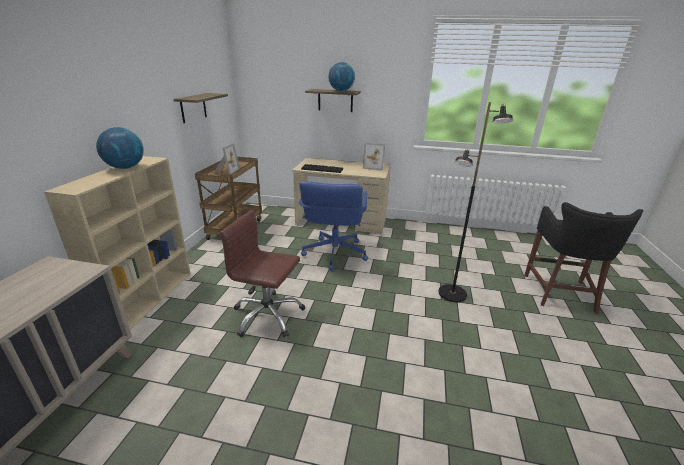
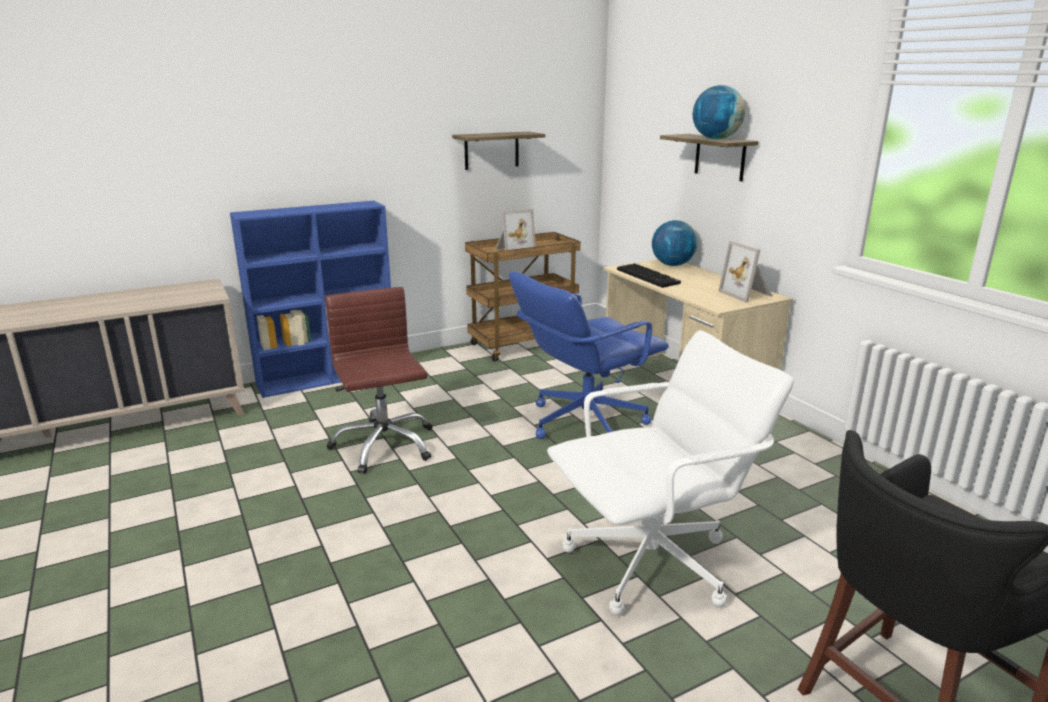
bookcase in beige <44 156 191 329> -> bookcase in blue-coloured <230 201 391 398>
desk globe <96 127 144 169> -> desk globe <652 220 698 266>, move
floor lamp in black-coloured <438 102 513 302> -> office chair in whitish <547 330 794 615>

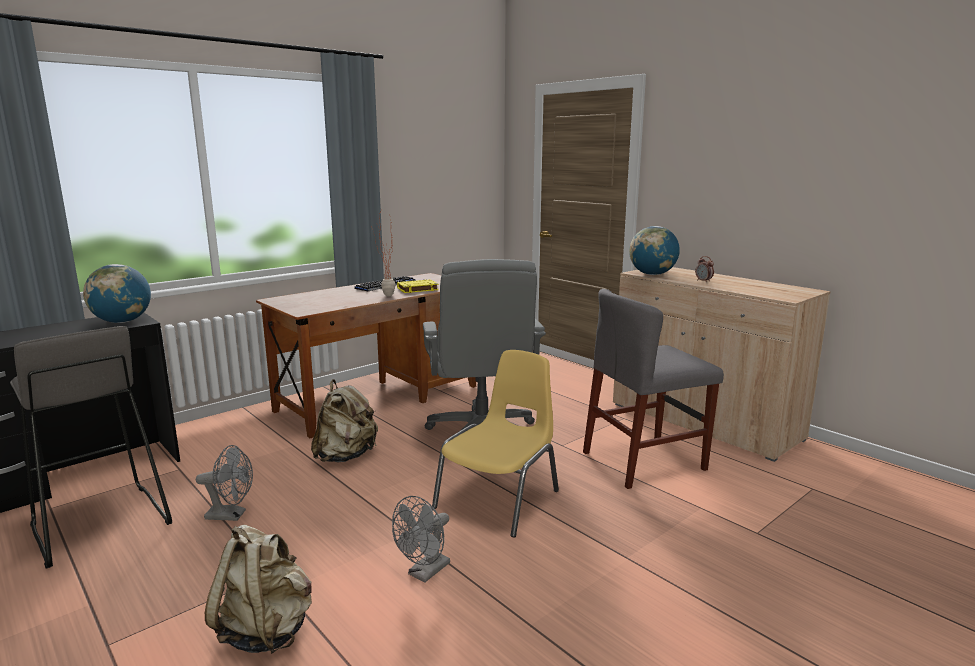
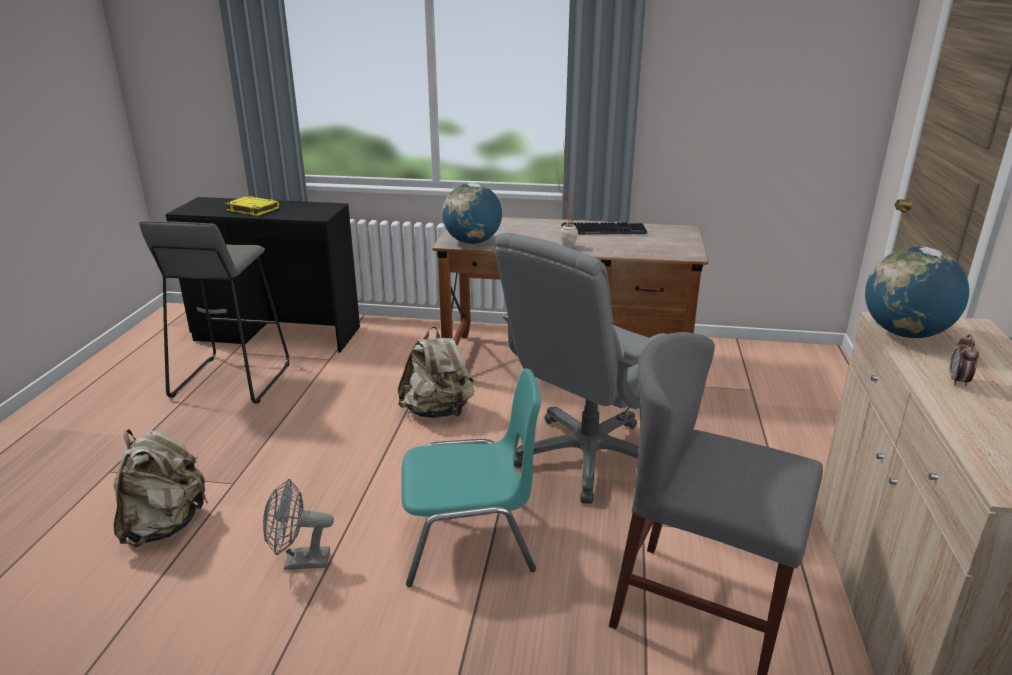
desk globe <83 264 151 323> -> desk globe <442 183 502 244>, move
cooling fan in greyish <196 445 253 521> -> none
volume in yellowish <397 279 439 293> -> volume in yellowish <226 196 279 216>, move
upright chair in yellowish <432 350 559 537> -> upright chair in blue-green <401 368 541 587>

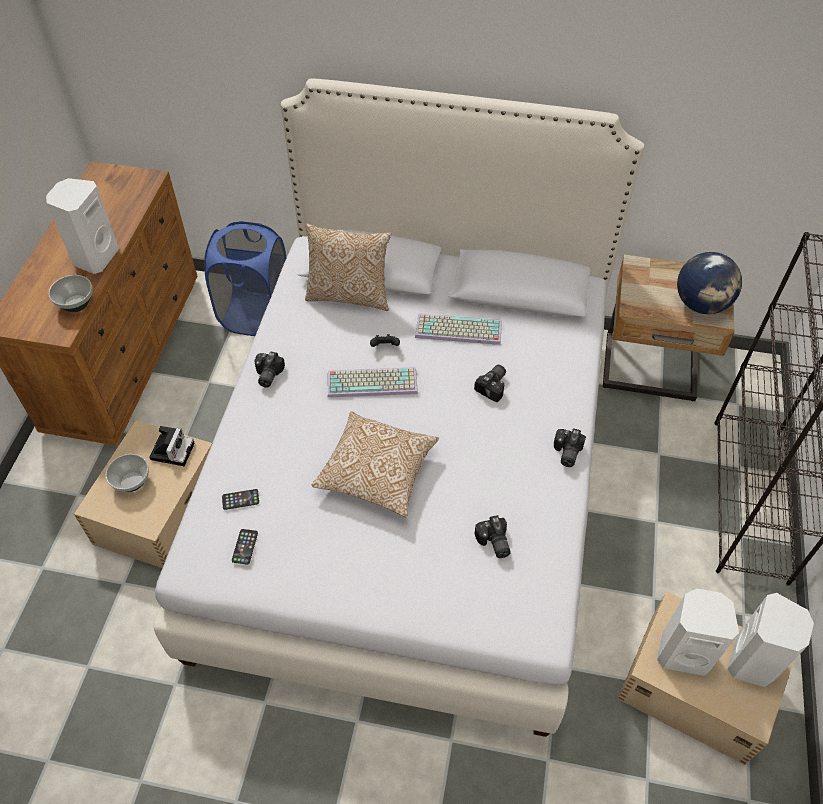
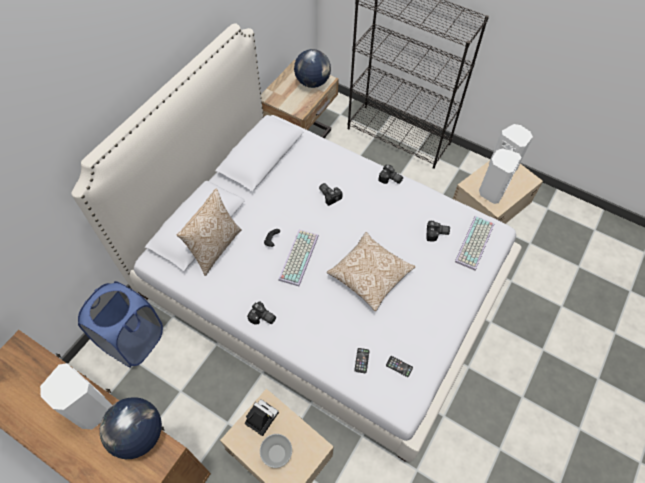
serving bowl <48 275 93 312> -> desk globe <100 397 162 459>
keyboard <415 313 502 345> -> keyboard <455 216 495 270>, move

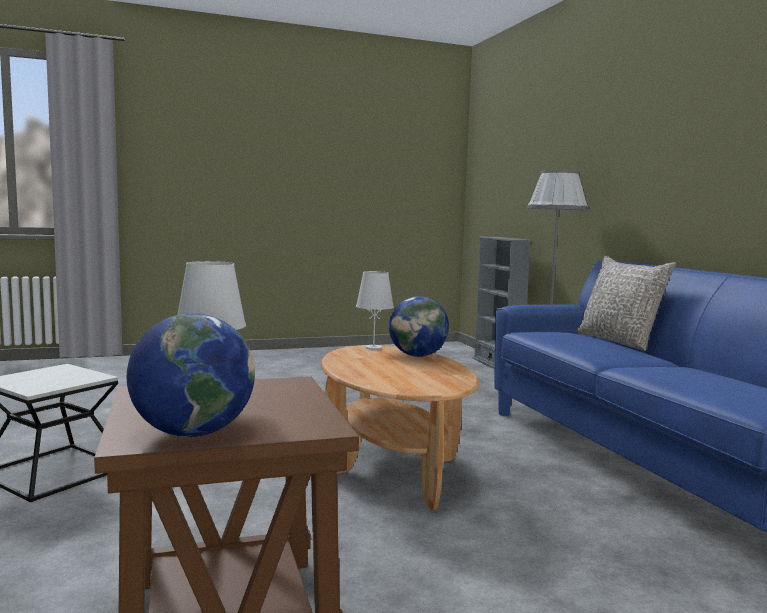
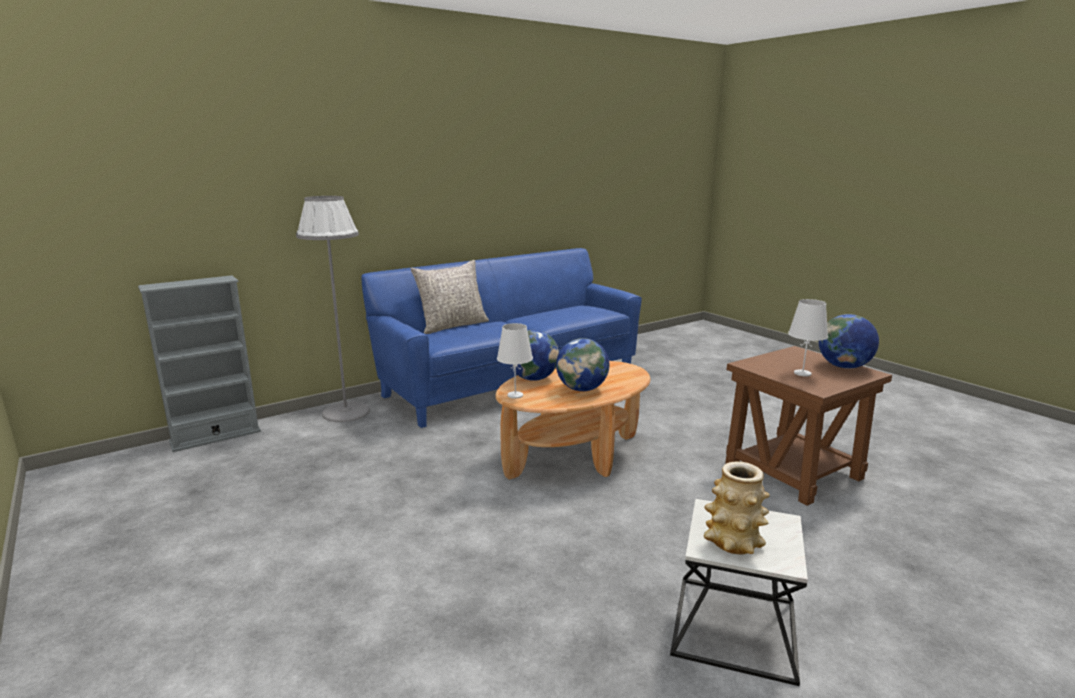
none -> desk globe <556 338 609 391>
none -> decorative vase <704 462 770 554>

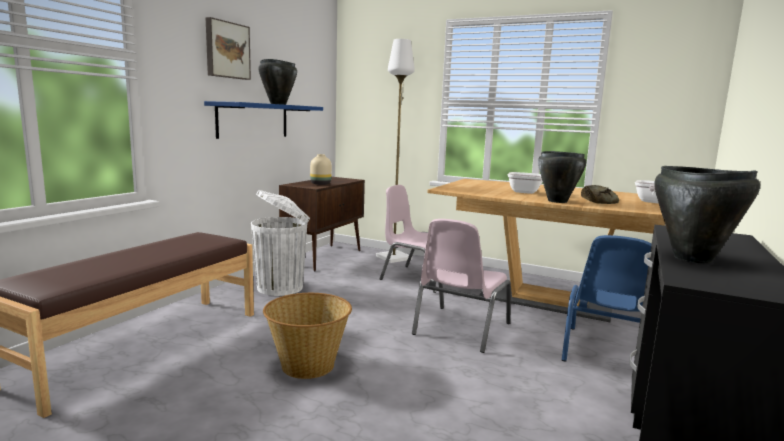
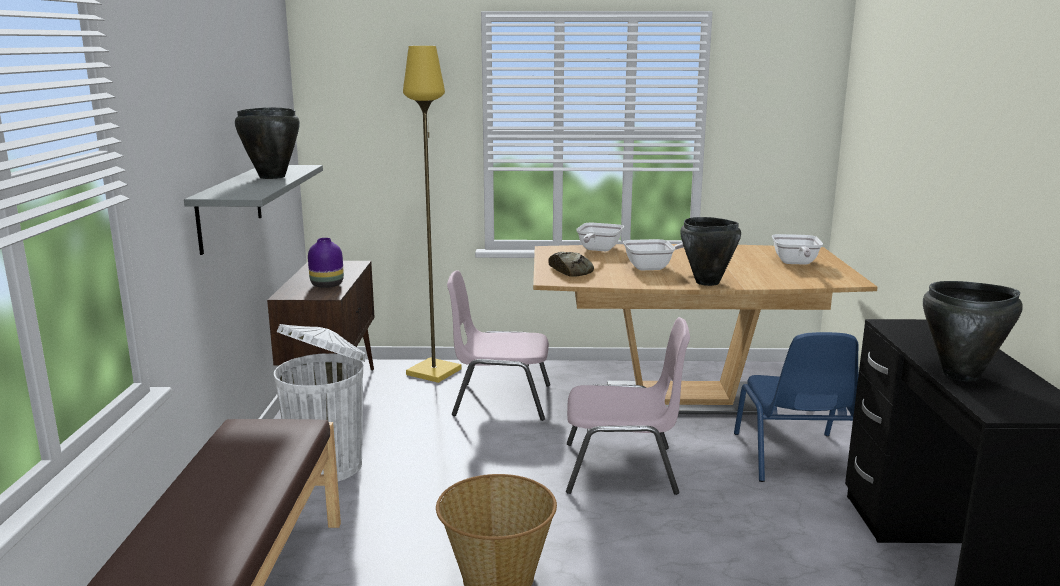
wall shelf in blue-coloured <204 101 323 139> -> wall shelf in greyish <184 165 323 255>
wall picture <206 17 251 80> -> none
decorative vase in beige <310 154 332 185> -> decorative vase in purple <308 238 344 288>
floor lamp in whitish <376 39 415 263> -> floor lamp in yellowish <403 46 462 383>
upright chair in pink <412 219 511 353> -> upright chair in pink <566 317 690 495>, 90 degrees counterclockwise
baked bread <581 185 619 204> -> baked bread <548 252 594 277>, move
none -> pan <576 223 624 251>

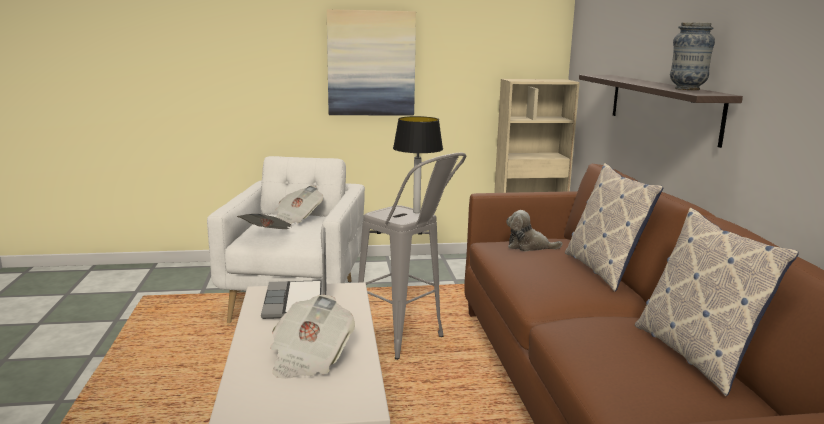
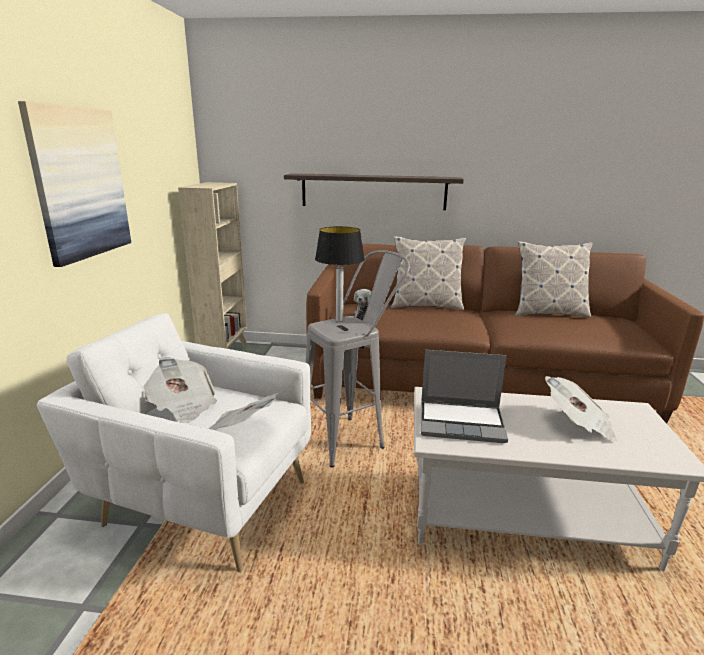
decorative vase <670 22 715 90> -> none

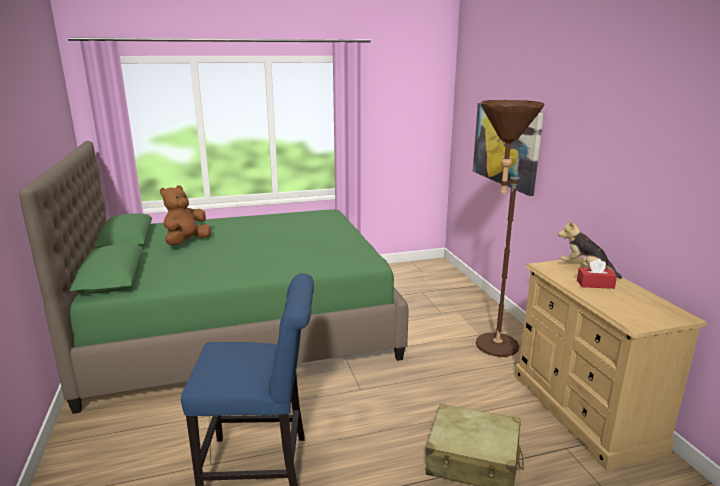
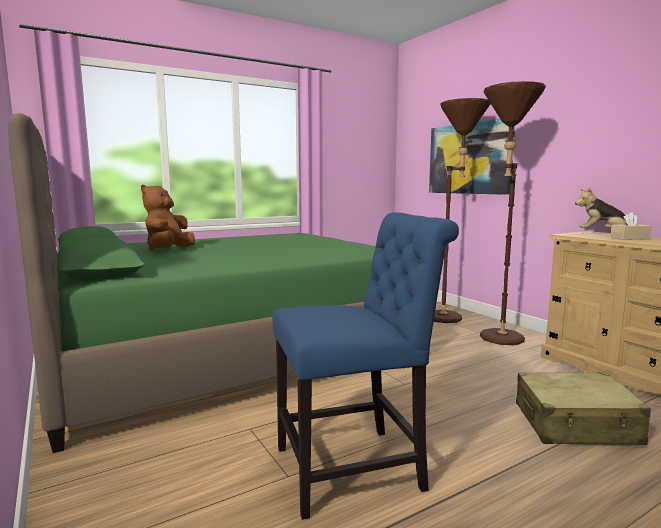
tissue holder in reddish <577 259 617 289> -> tissue holder in beige <611 212 652 240>
none -> floor lamp in brown <434 98 491 323>

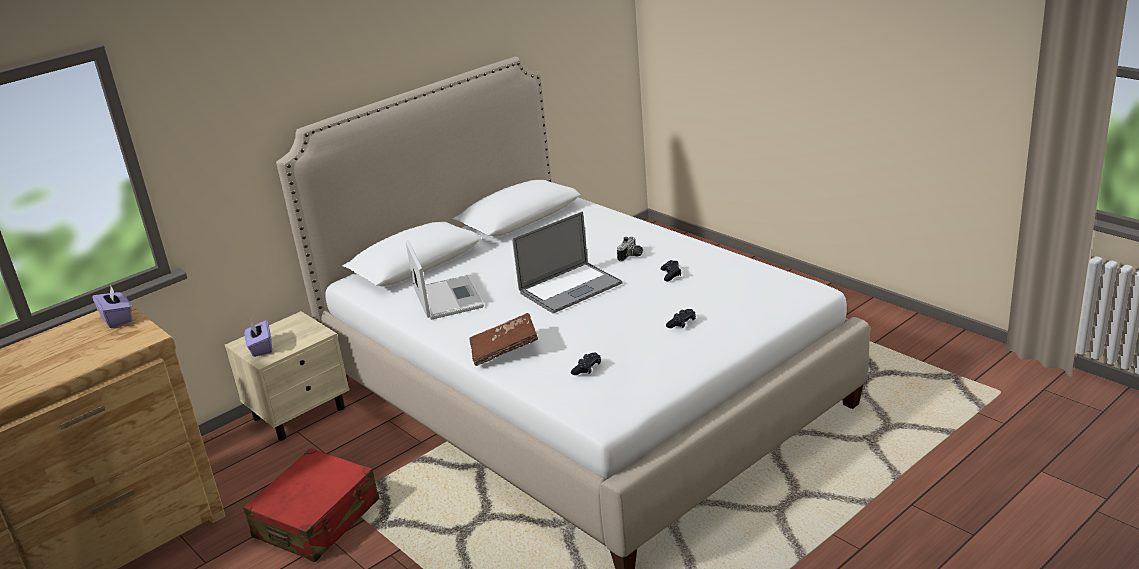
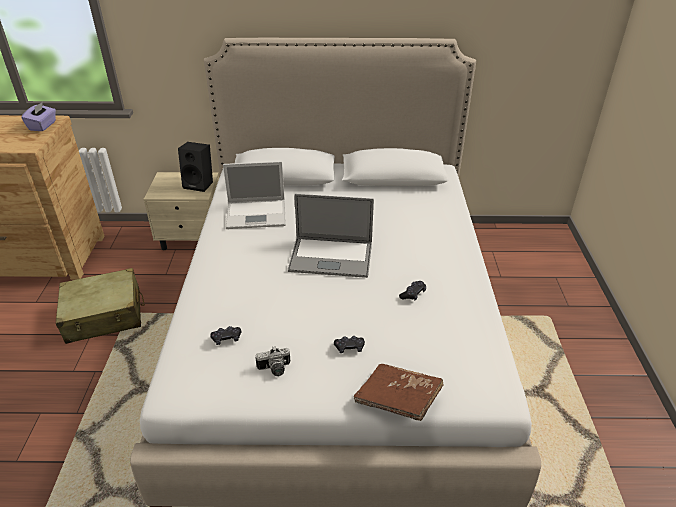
travel case in reddish <243 448 380 562> -> travel case in beige <56 268 145 344>
tissue holder in purple <245 320 272 357> -> none
portable computer <406 240 484 320> -> portable computer <223 161 286 229>, 60 degrees clockwise
volume in brown <469 313 538 366> -> volume in brown <354 364 444 421>, move
photo camera <617 236 643 262> -> photo camera <255 346 290 376>, move
none -> audio speaker in black-coloured <178 142 213 192>

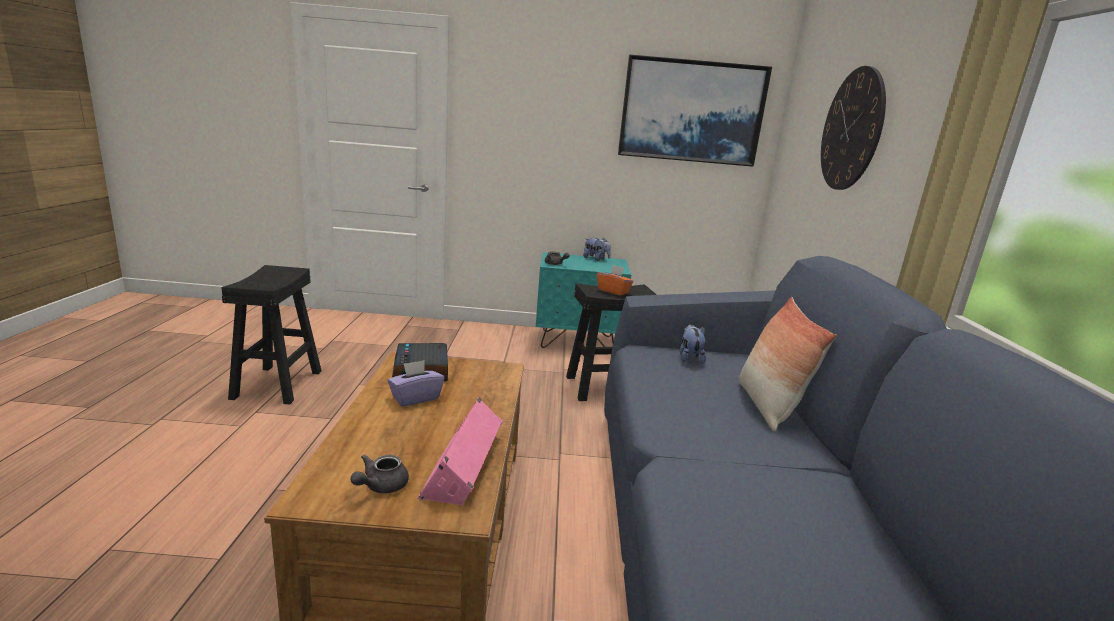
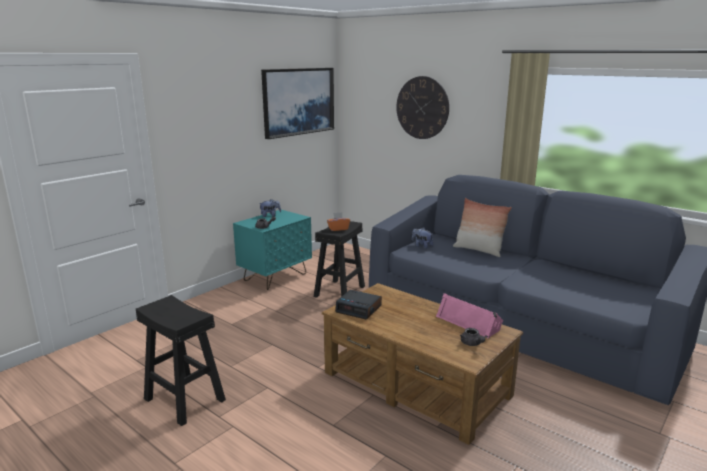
tissue holder in purple <388 360 444 407> -> none

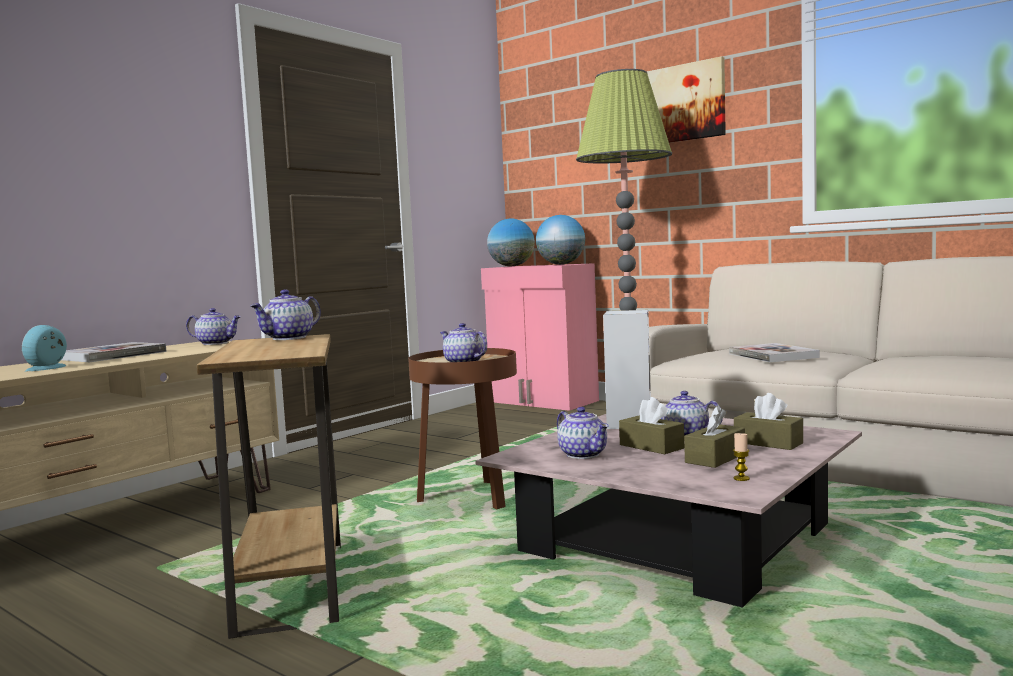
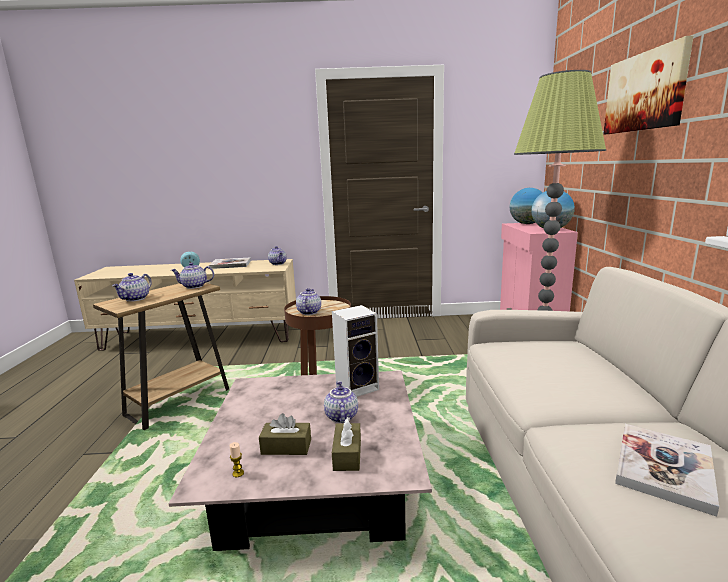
teapot <557 407 609 459> -> teapot <112 273 152 302>, move
tissue holder in brown <619 397 684 454> -> none
volume <729 343 820 362> -> volume <615 424 719 517>, move

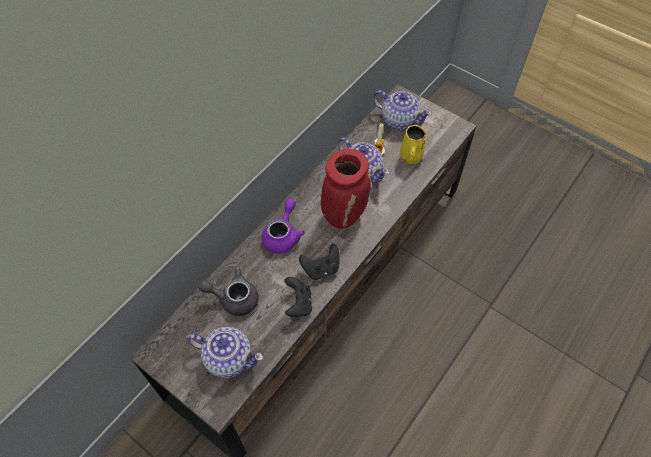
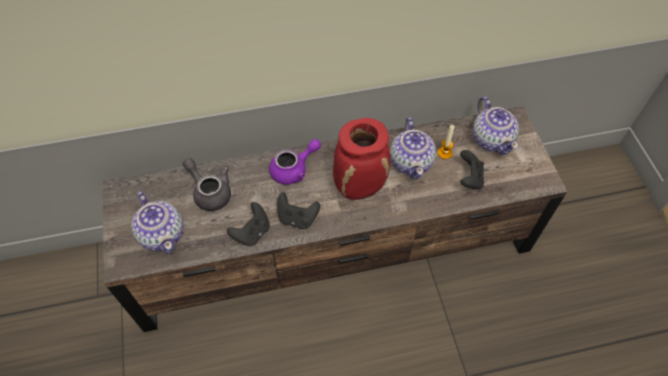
mug in yellowish <400 125 426 164> -> joypad in black-coloured <460 150 484 190>

